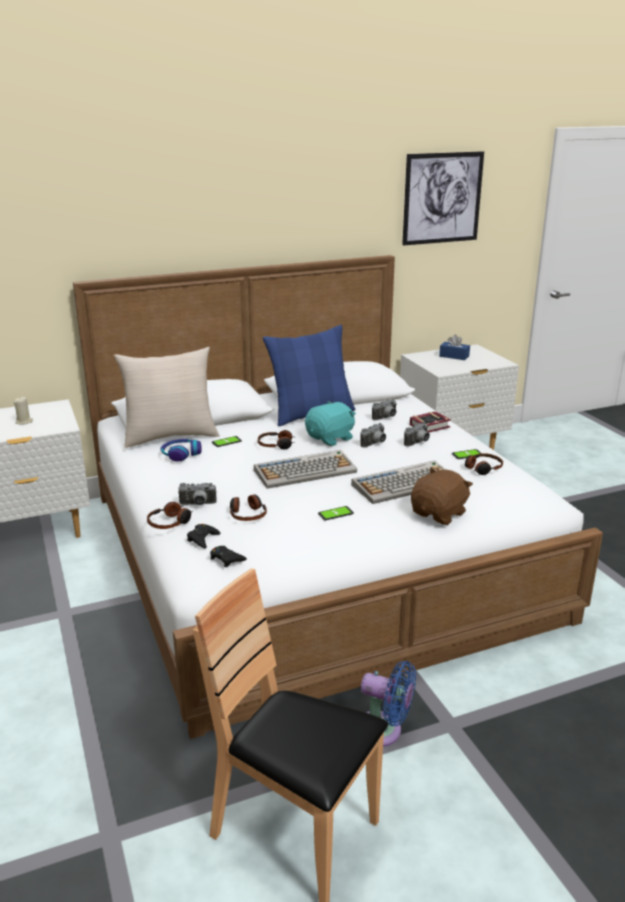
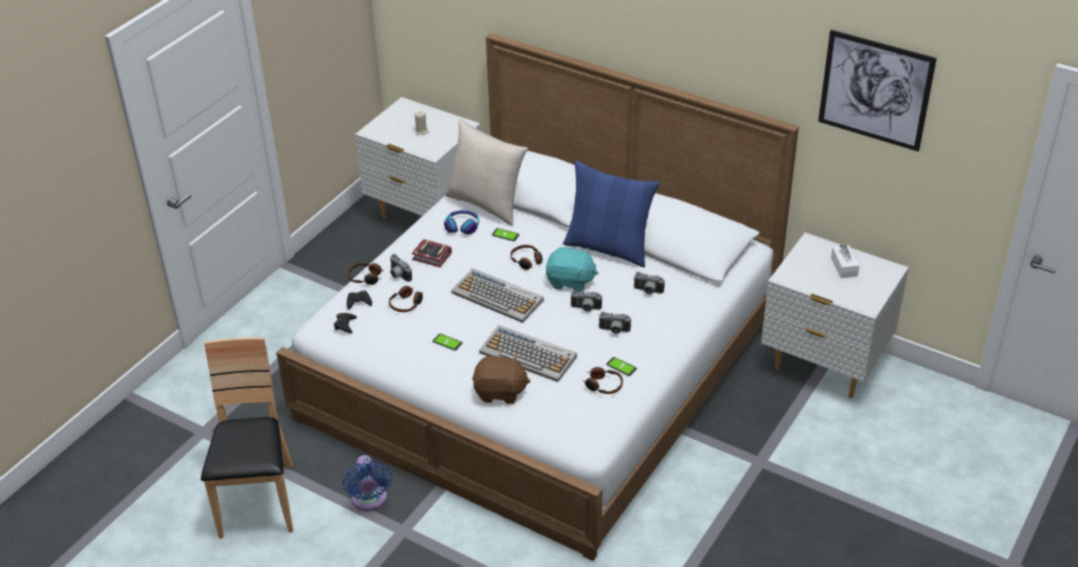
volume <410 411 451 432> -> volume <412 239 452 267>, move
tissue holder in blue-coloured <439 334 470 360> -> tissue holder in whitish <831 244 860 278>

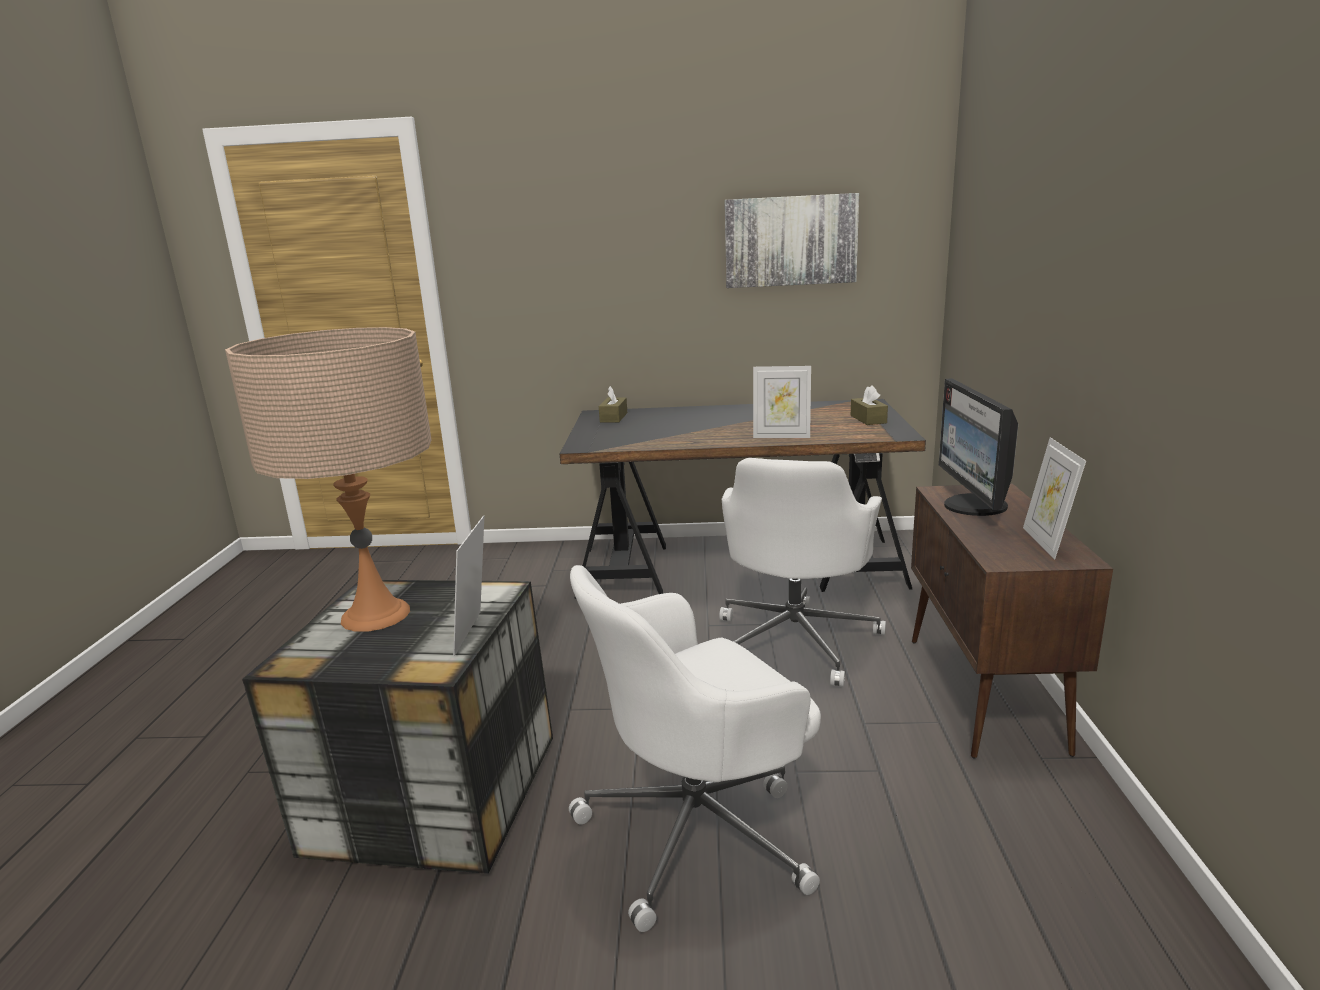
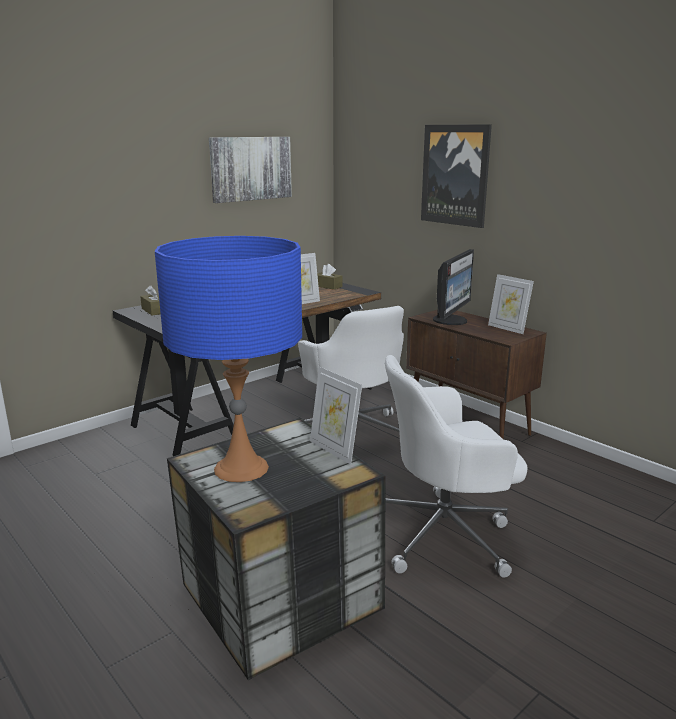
table lamp in beige <225 327 432 632> -> table lamp in blue-coloured <155 236 302 482>
office chair in whitish <569 565 821 932> -> office chair in whitish <385 355 528 578>, 60 degrees clockwise
computer screen <939 378 1018 516> -> computer screen <433 249 474 325>, 105 degrees counterclockwise
none -> wall picture <421 124 492 228>

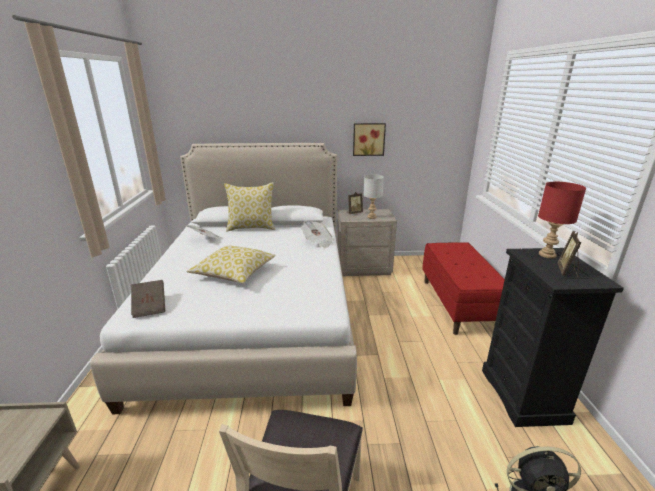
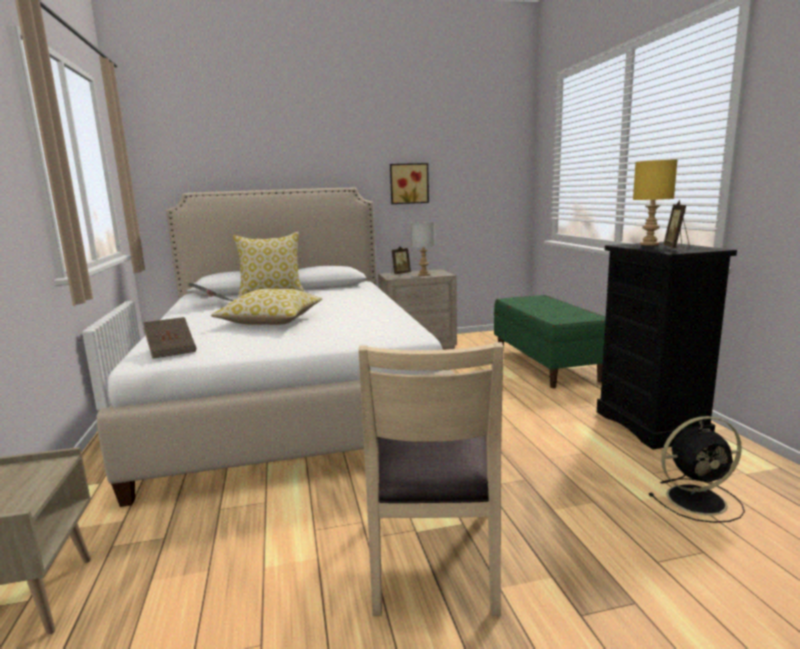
newspaper <301 220 334 248> -> none
indoor bench in reddish <422 242 505 335> -> indoor bench in green-coloured <494 295 606 388>
table lamp in reddish <538 182 586 258> -> table lamp in yellowish <633 160 677 245>

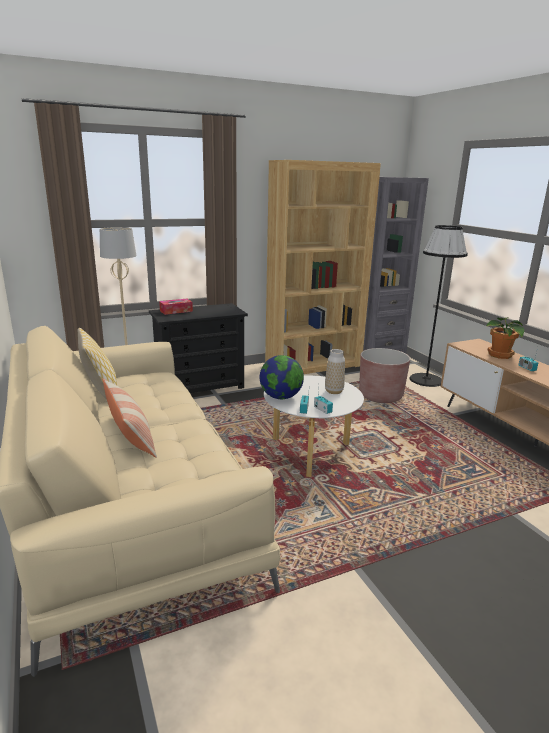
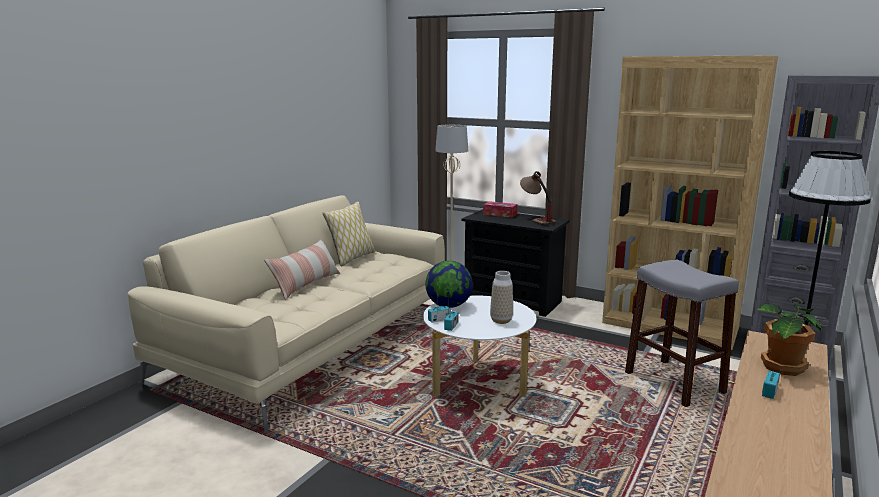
planter in brown <359 348 410 403> -> sitting stool in greyish <625 260 739 407>
none -> table lamp <520 171 557 225>

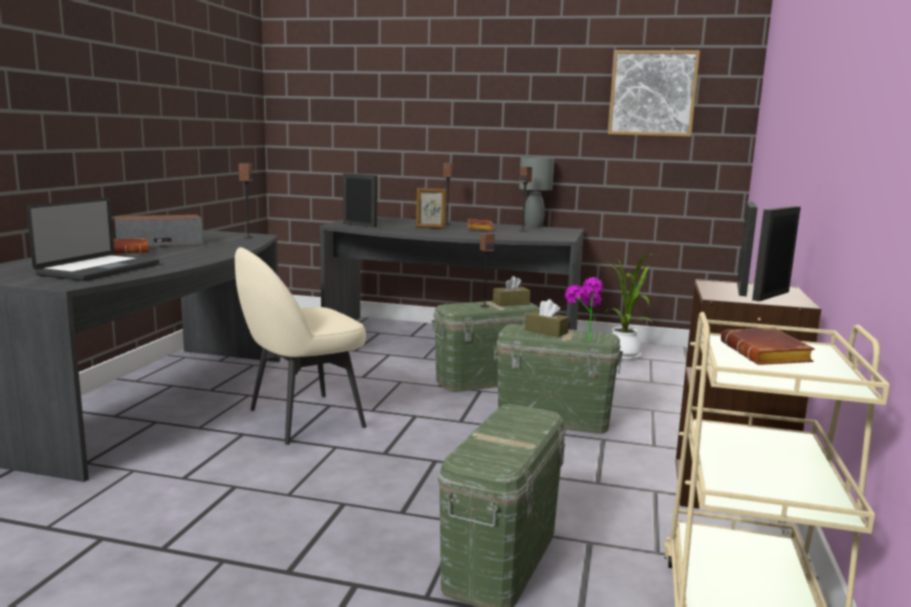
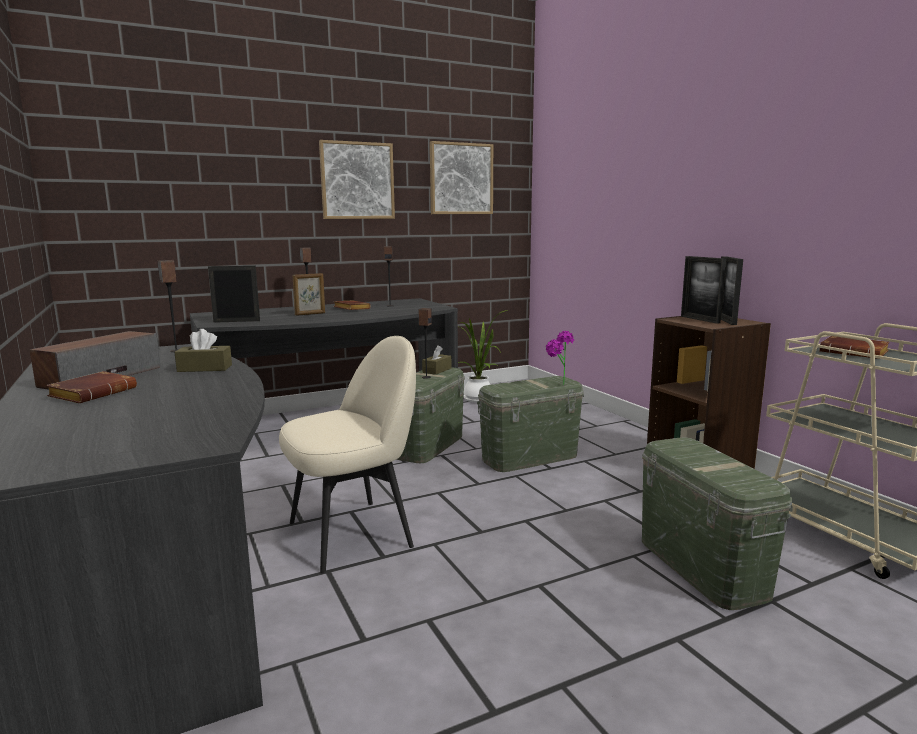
portable computer <26 198 159 281> -> none
upright chair in beige <235 247 366 445> -> upright chair in beige <279 336 416 573>, 135 degrees counterclockwise
table lamp in greyish <519 157 554 228> -> none
tissue holder in brown <525 299 569 337> -> tissue holder in brown <175 329 232 372>, move
none -> wall picture <319 140 395 219>

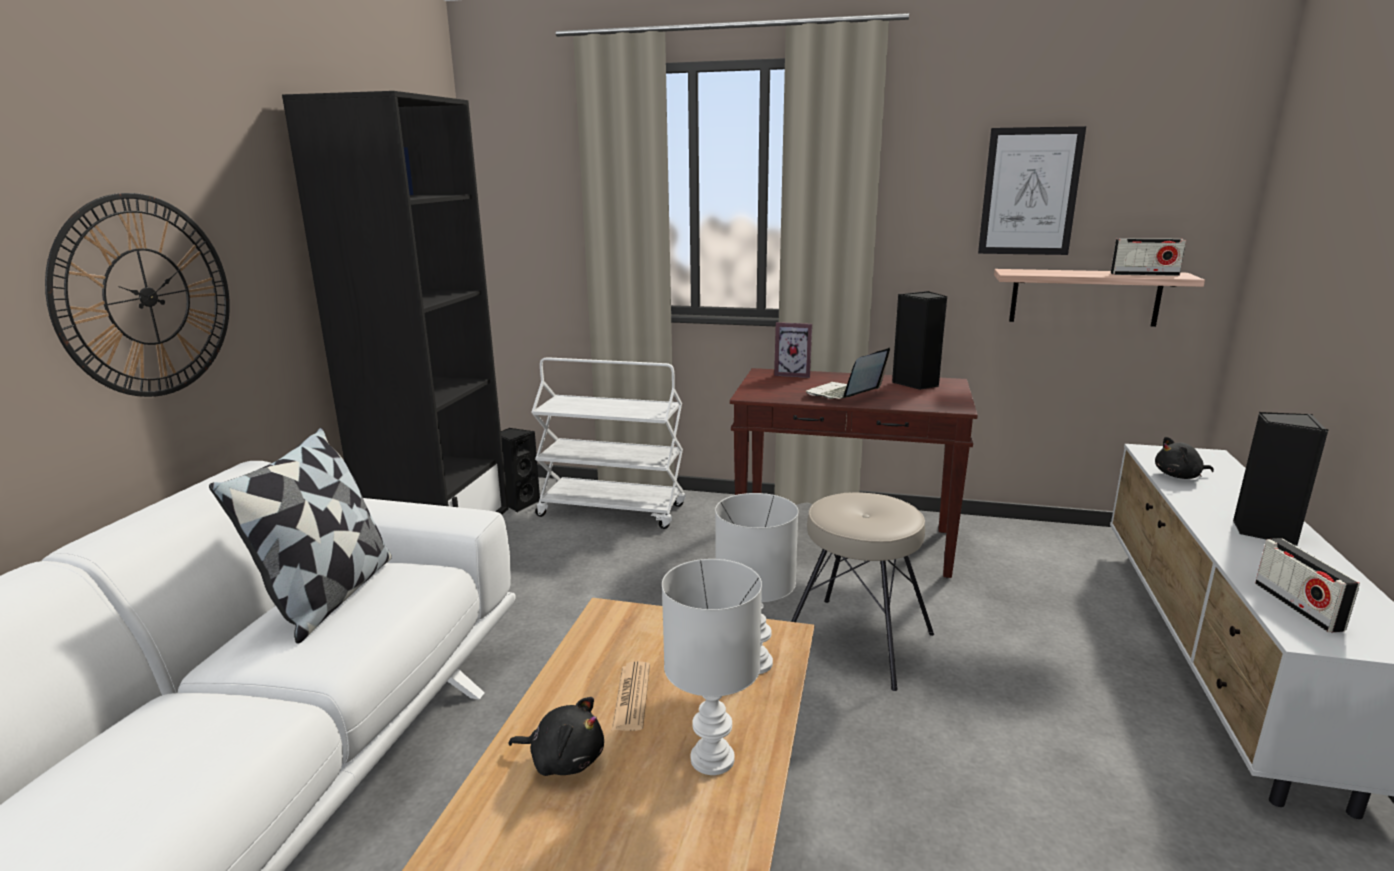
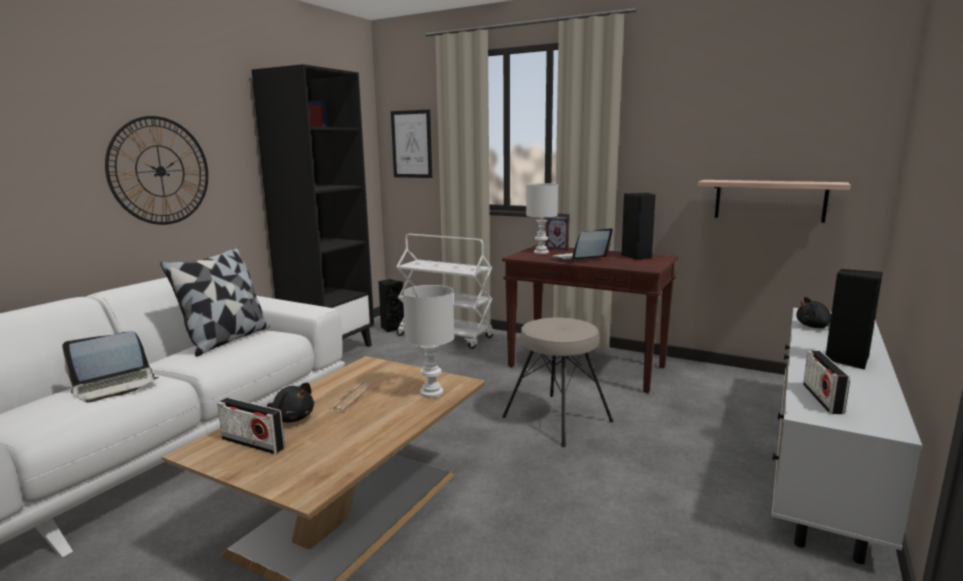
table lamp in whitish <662 559 762 775> -> table lamp in whitish <526 183 558 254>, move
wall picture <978 126 1086 255> -> wall picture <391 110 432 178>, move
radio <1111 238 1186 276> -> radio <217 397 285 454>, move
none -> portable computer <62 331 159 403>

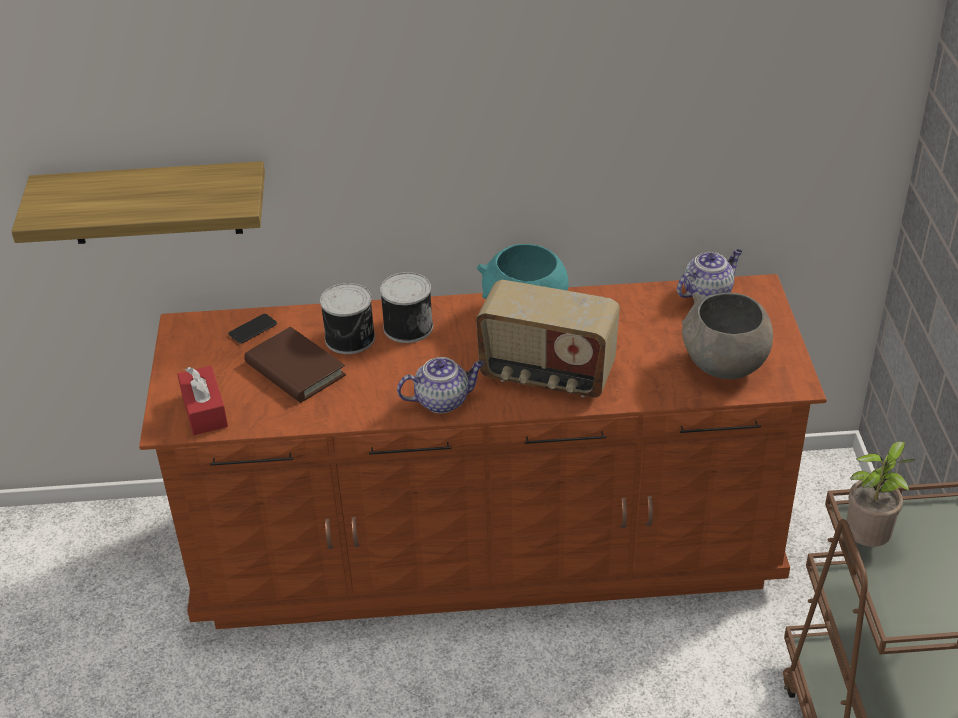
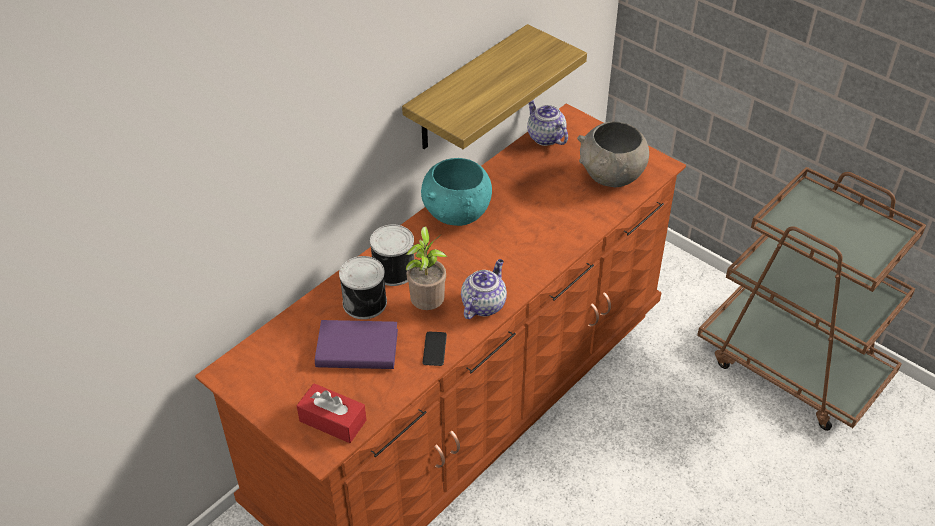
wall shelf <11 161 265 244> -> wall shelf <402 24 587 149>, move
handset <228 314 277 344> -> handset <423 332 447 366>, move
volume in brown <244 327 346 403> -> volume in purple <315 320 398 369>
radio <476 280 620 398> -> none
teapot <677 249 742 298> -> teapot <527 100 568 146>, 45 degrees counterclockwise
potted plant <846 441 914 547> -> potted plant <406 226 447 310>, move

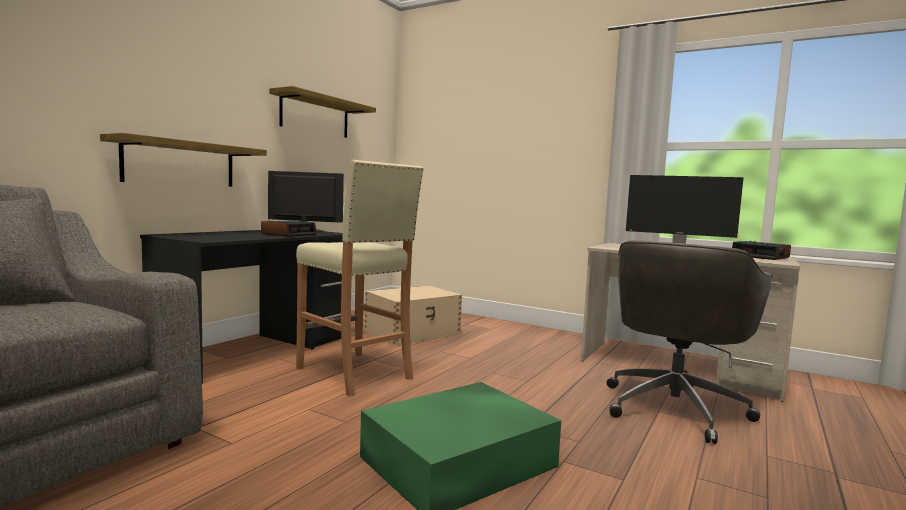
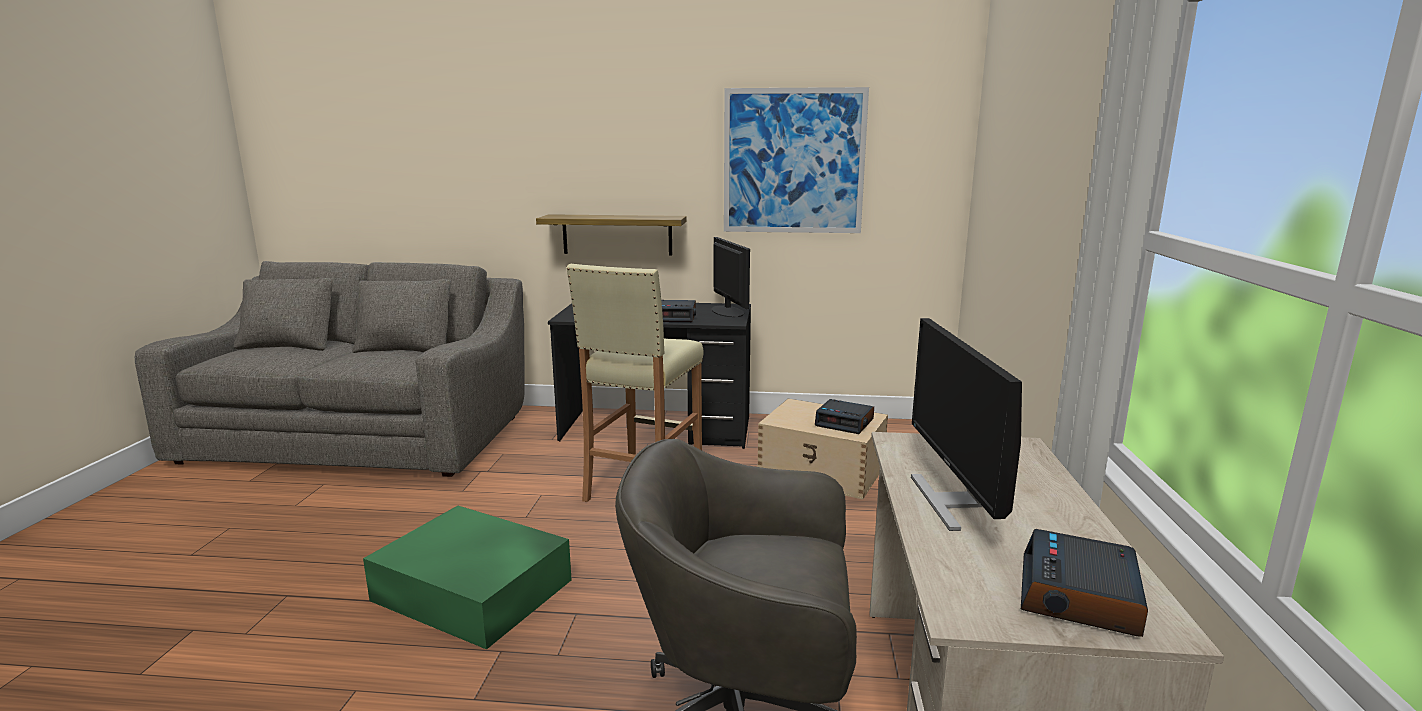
wall shelf <269 86 376 138> -> wall picture <724 87 869 233>
none -> bedside clock <815 399 874 434>

